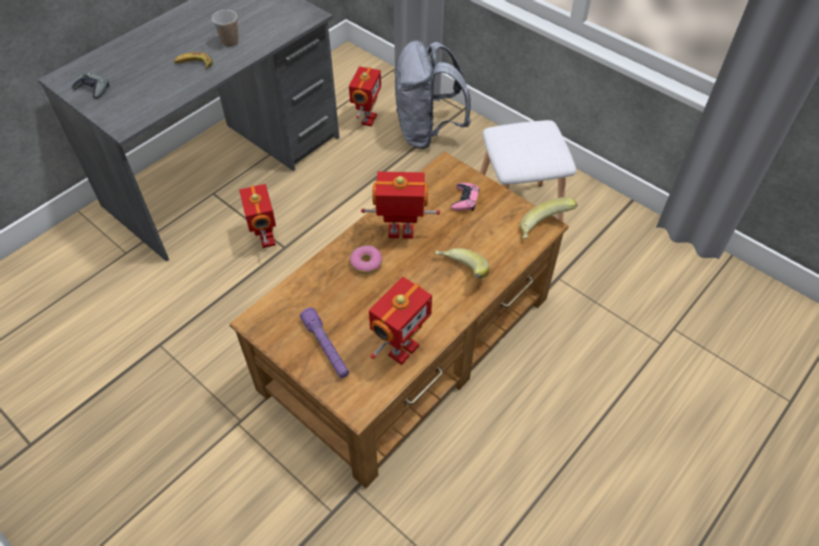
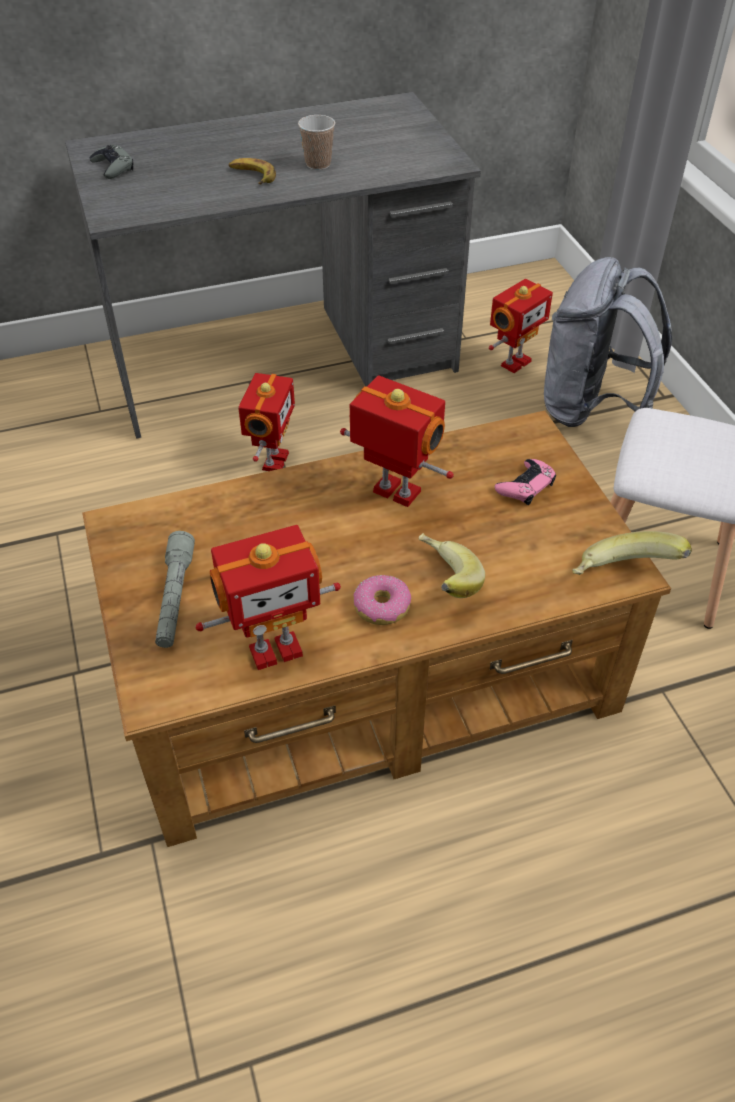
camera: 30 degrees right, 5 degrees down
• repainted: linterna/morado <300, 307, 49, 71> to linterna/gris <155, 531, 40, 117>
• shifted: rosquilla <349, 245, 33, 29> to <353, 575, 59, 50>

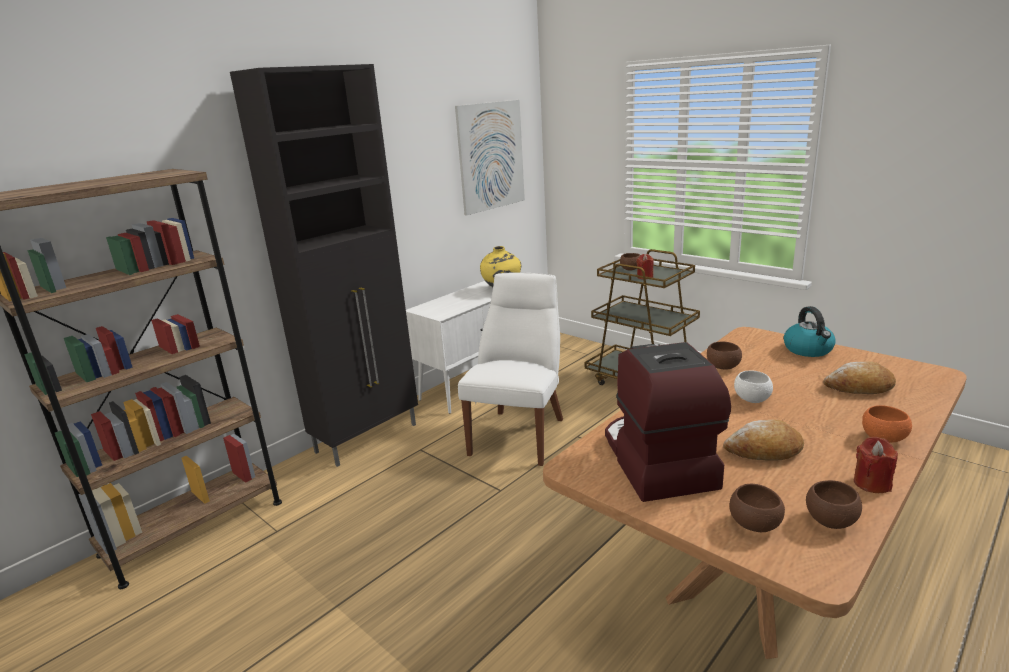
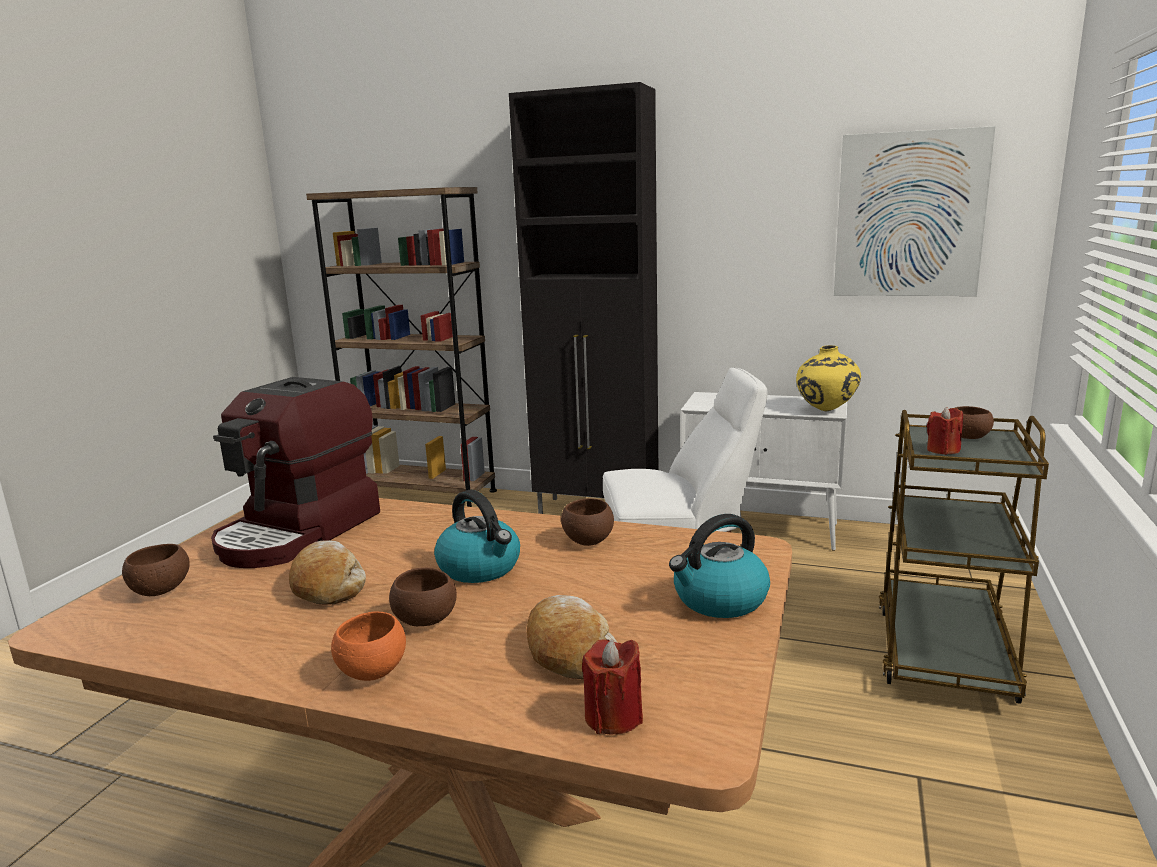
camera: 65 degrees right, 5 degrees down
• rotated: cafetera <605, 342, 126, 160> = <211, 377, 169, 191> 150 degrees clockwise
• swapped: cuenco/blanco <734, 371, 39, 32> to hervidor <434, 490, 86, 93>
• shifted: cuenco/marrón <806, 480, 56, 49> to <389, 568, 68, 58>
• shifted: vela/rojo <854, 437, 44, 56> to <582, 639, 61, 96>

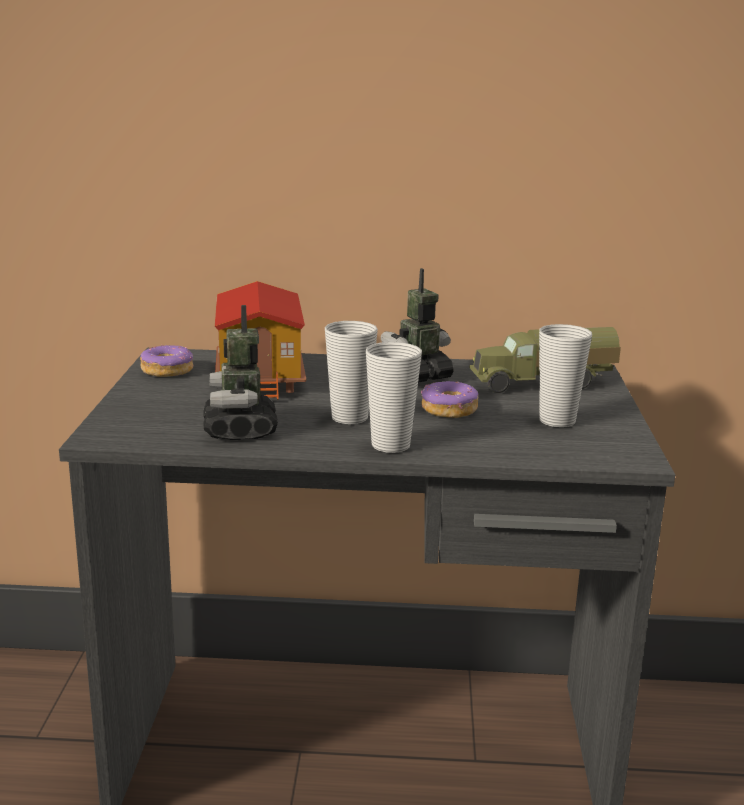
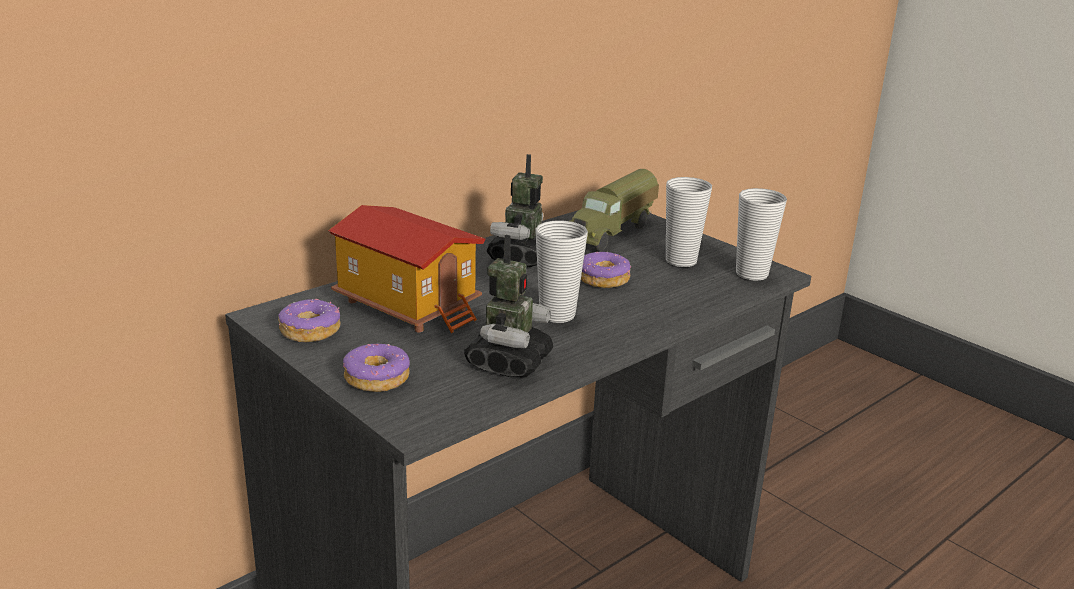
camera: 45 degrees left, 5 degrees up
• rotated: robot de juguete <203, 305, 75, 135> = <464, 235, 89, 143> 105 degrees counterclockwise
• shifted: taza <366, 342, 56, 111> to <736, 188, 51, 93>
• new: rosquilla <343, 344, 67, 48>

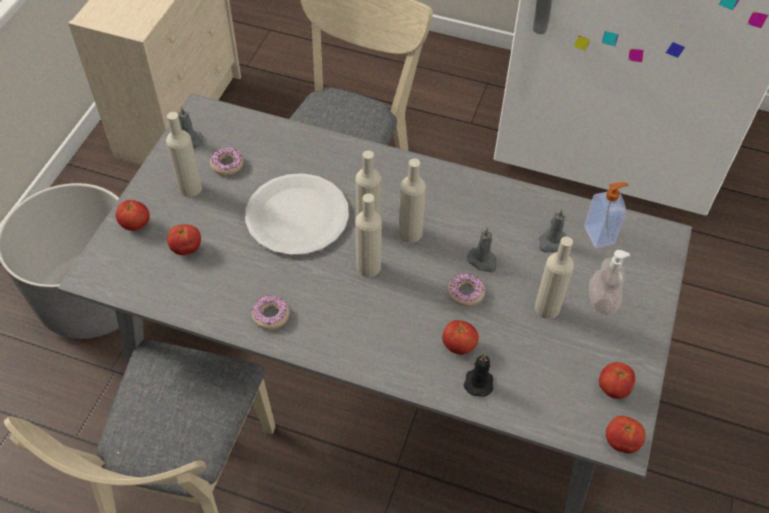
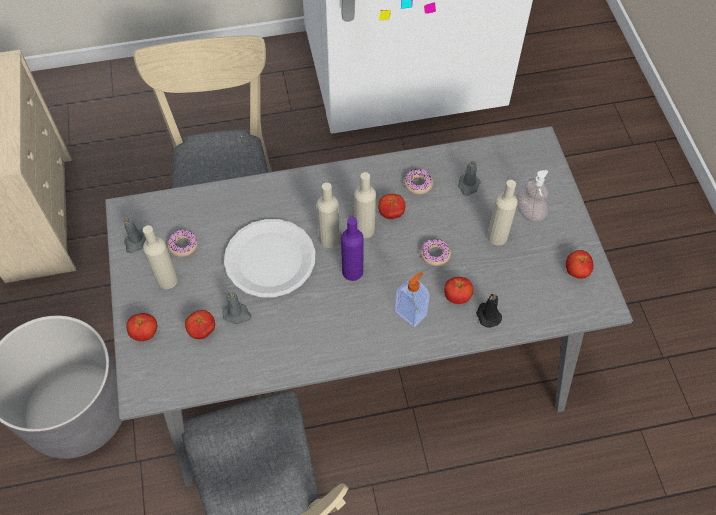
camera: 30 degrees left, 5 degrees up
• shifted: rosquilla <252, 295, 38, 35> to <404, 169, 29, 26>
• repainted: botella/beis <355, 193, 27, 84> to botella/morado <341, 217, 23, 64>
• shifted: vela/gris <467, 228, 29, 44> to <222, 291, 29, 33>
• shifted: dispensador de jabón <584, 182, 45, 66> to <394, 272, 36, 55>
• shifted: tomate <606, 416, 39, 37> to <378, 194, 28, 25>

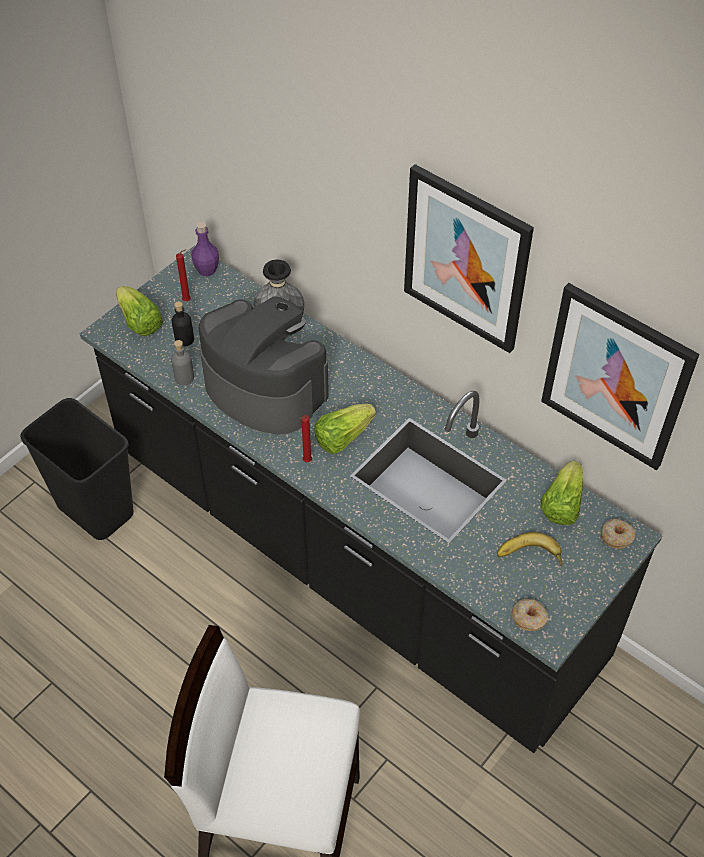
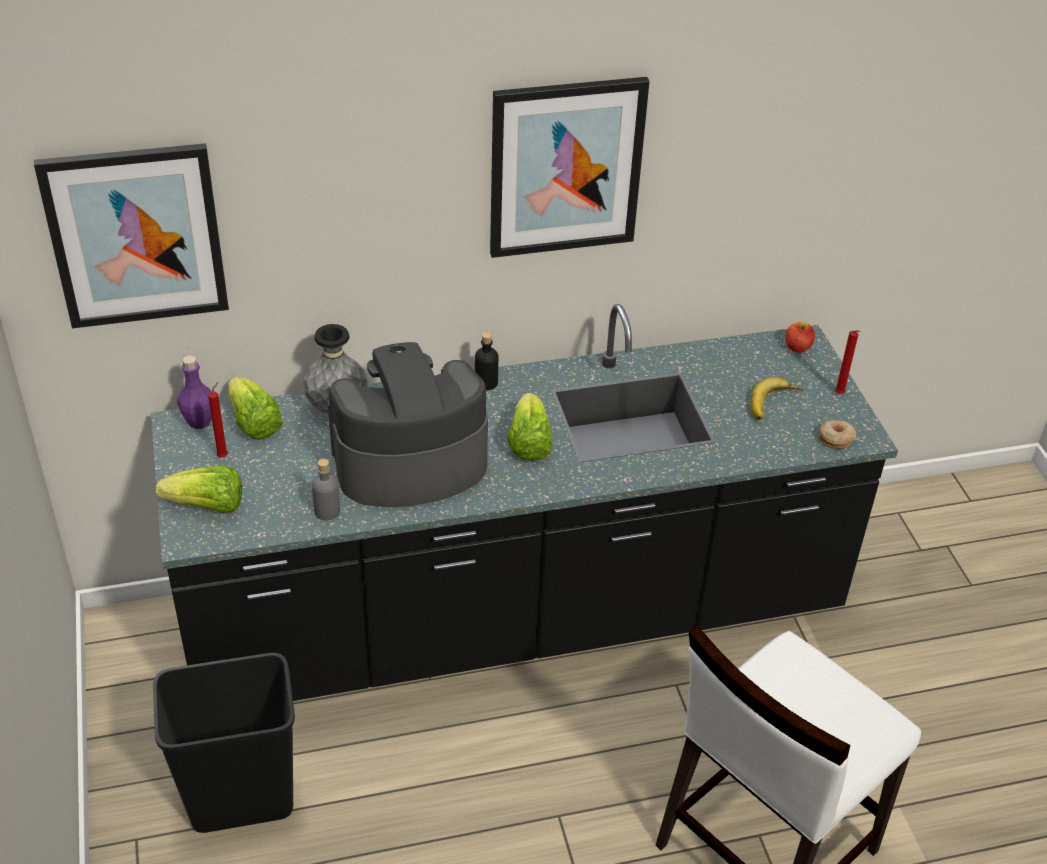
camera: 55 degrees left, 10 degrees down
• shifted: botella/negro <172, 301, 22, 46> to <475, 332, 23, 58>
• shifted: vela/rojo <300, 415, 12, 47> to <835, 330, 25, 64>
• shifted: lechuga <540, 461, 43, 64> to <228, 377, 55, 63>
• shifted: cuadro <541, 283, 158, 187> to <34, 143, 195, 185>
• swapped: rosquilla <601, 519, 35, 30> to manzana <785, 322, 30, 31>

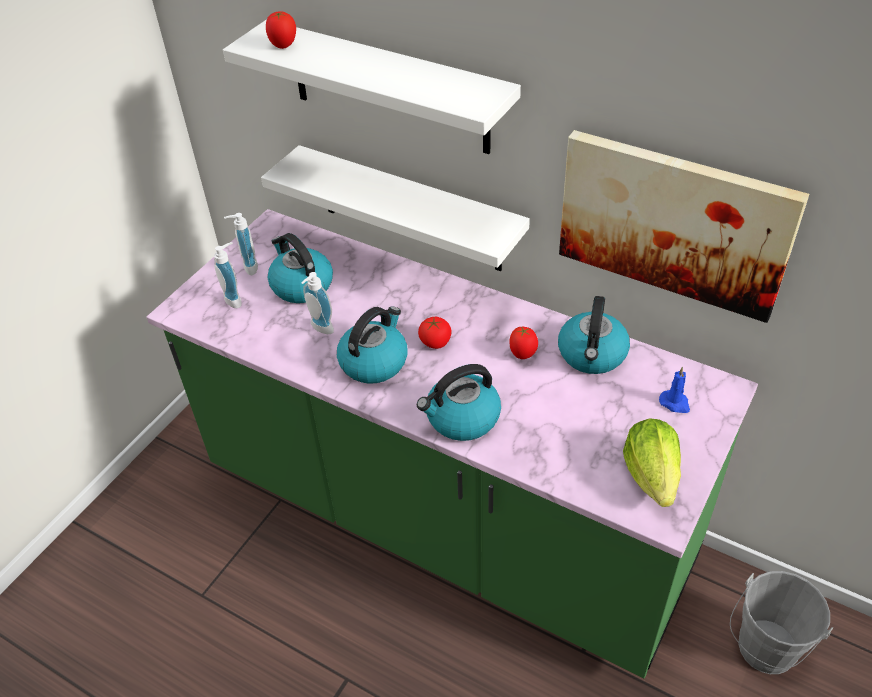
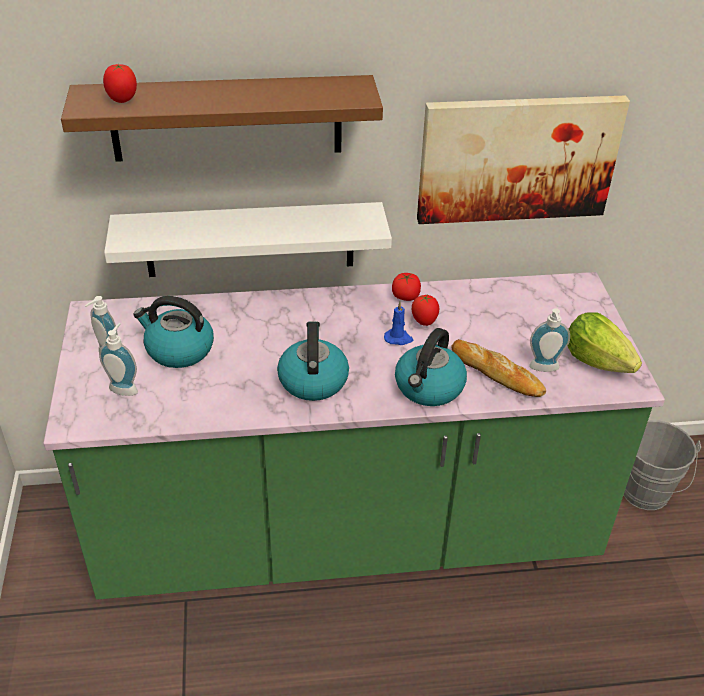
camera: 40 degrees left, 5 degrees down
• repainted: estante/blanco <223, 20, 298, 134> to estante/marrón <61, 75, 322, 87>
• shifted: dispensador de jabón <302, 272, 32, 62> to <529, 308, 41, 64>
• shifted: tomate <418, 317, 34, 32> to <392, 273, 29, 28>
• gone: hervidor <558, 296, 72, 78>
• shifted: vela/azul <659, 367, 31, 46> to <384, 302, 29, 43>
• new: pan <451, 339, 95, 58>

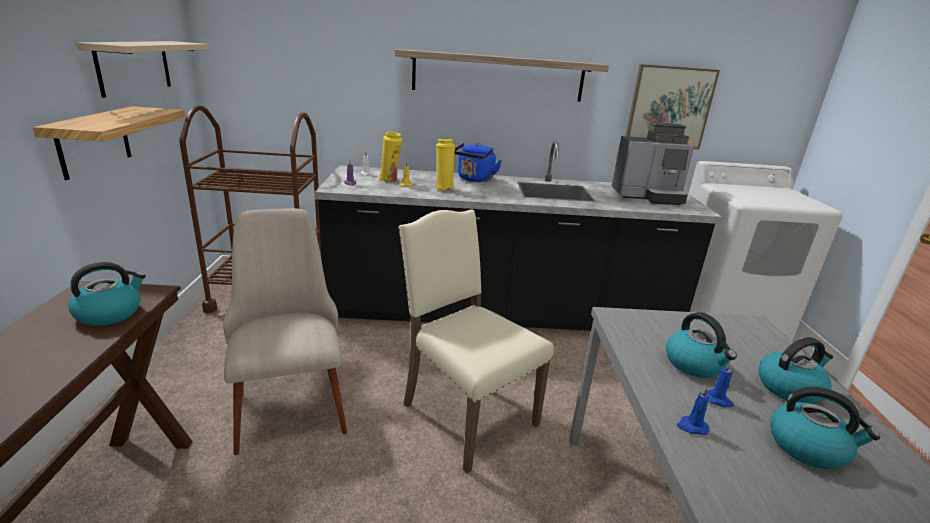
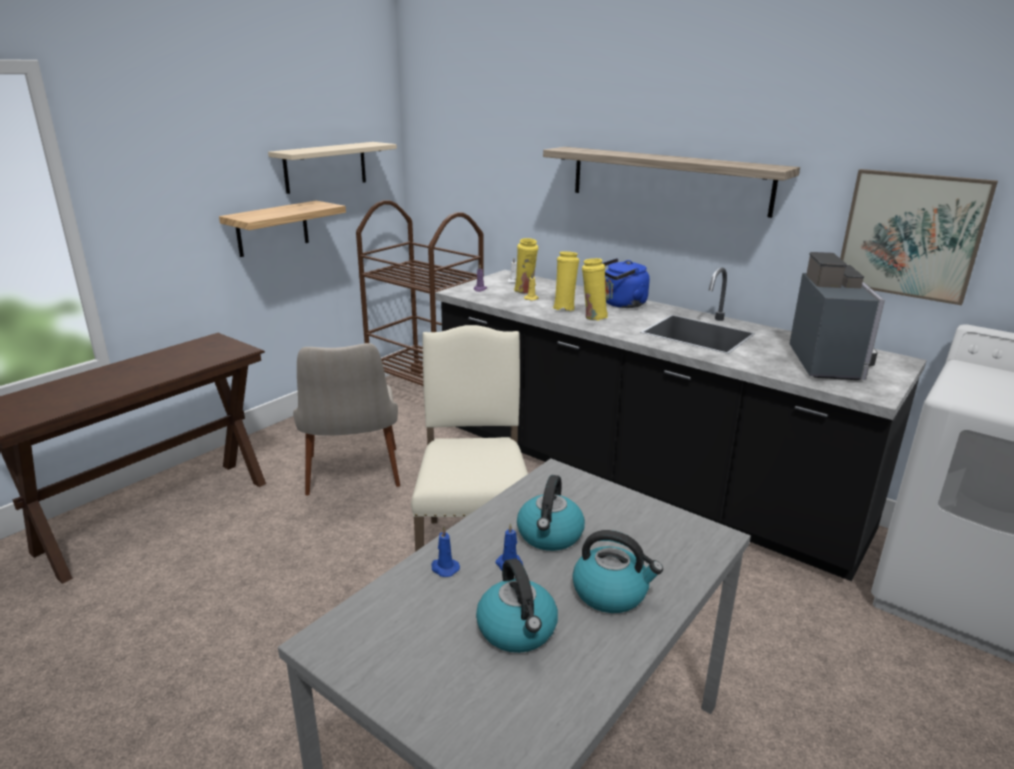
camera: 40 degrees right, 0 degrees up
• gone: hervidor <69, 262, 77, 64>
• rotated: silla/beis <223, 208, 124, 247> = <293, 343, 107, 153> 150 degrees clockwise
• rotated: cafetera <611, 122, 83, 83> = <789, 252, 96, 128> 120 degrees counterclockwise
• new: florero/amarillo <582, 258, 26, 63>

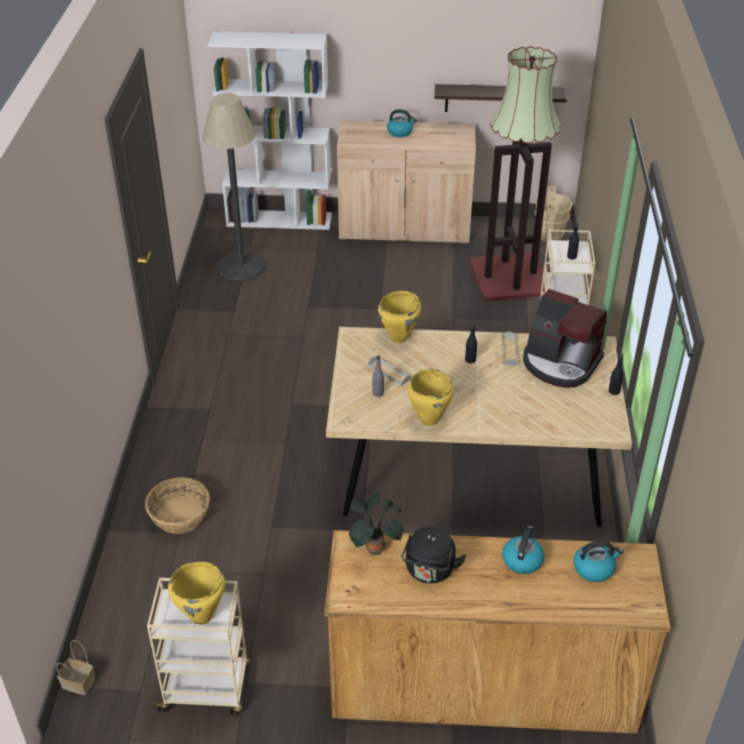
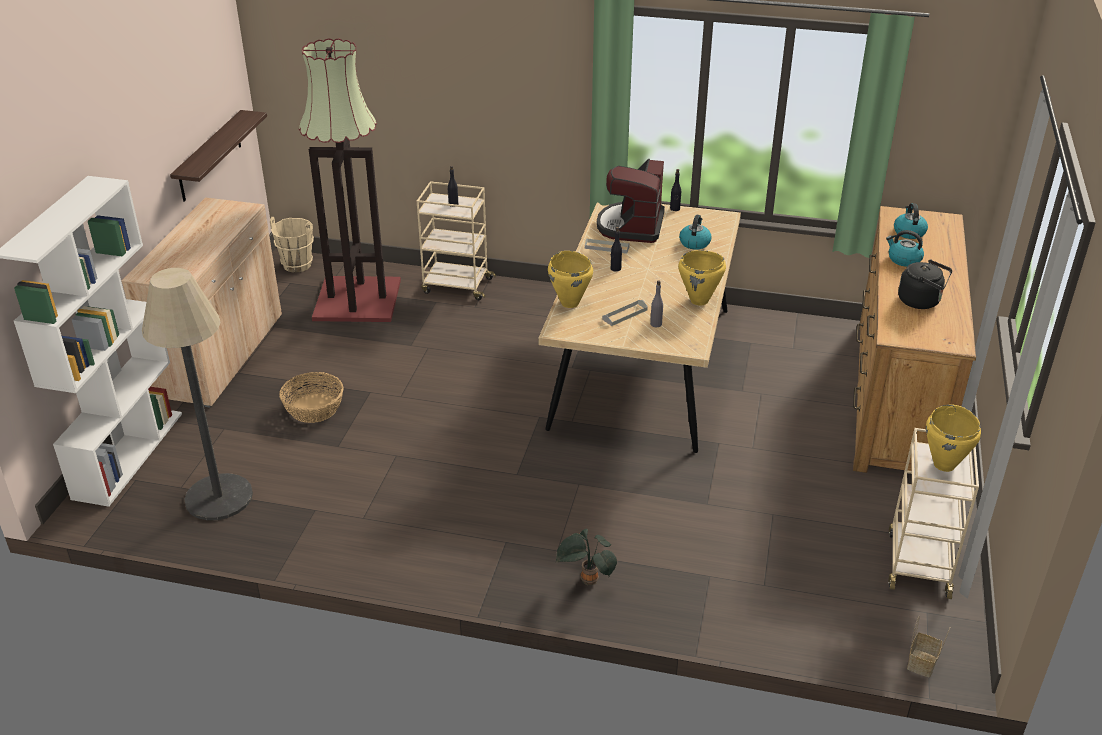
camera: 80 degrees left, 5 degrees down
• shifted: cesta <145, 477, 65, 57> to <279, 372, 65, 51>
• shifted: planta en maceta <349, 493, 54, 62> to <555, 529, 62, 56>
• shifted: hervidor <387, 109, 30, 28> to <679, 215, 32, 35>
• rotated: cafetera <523, 289, 84, 99> = <597, 159, 68, 84> 150 degrees clockwise

